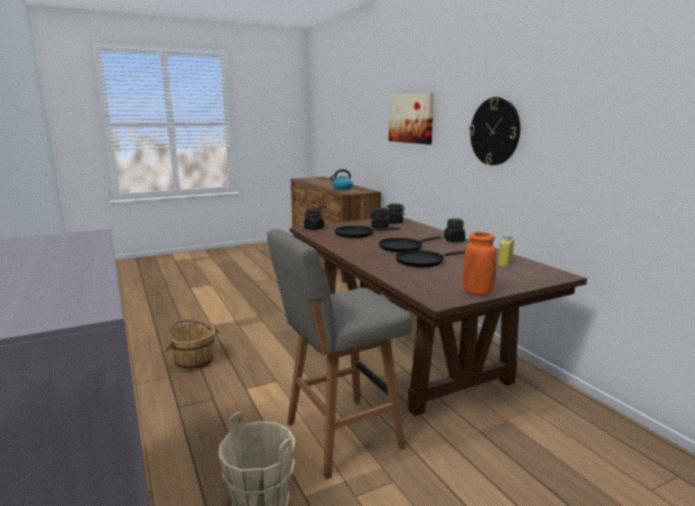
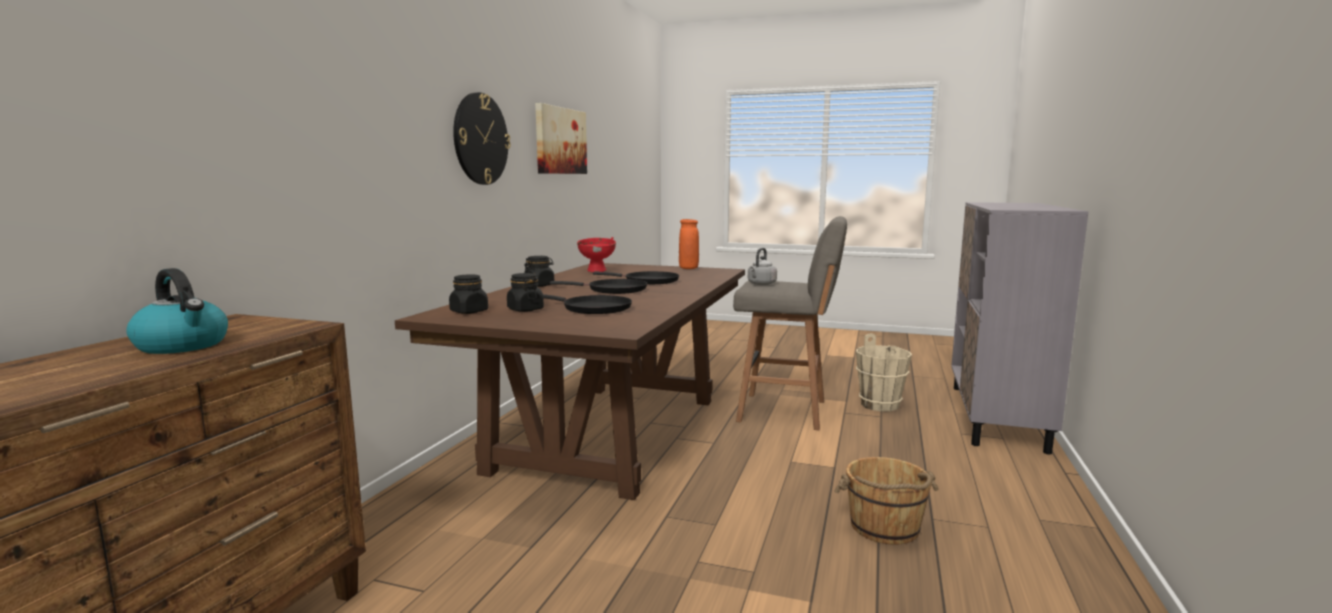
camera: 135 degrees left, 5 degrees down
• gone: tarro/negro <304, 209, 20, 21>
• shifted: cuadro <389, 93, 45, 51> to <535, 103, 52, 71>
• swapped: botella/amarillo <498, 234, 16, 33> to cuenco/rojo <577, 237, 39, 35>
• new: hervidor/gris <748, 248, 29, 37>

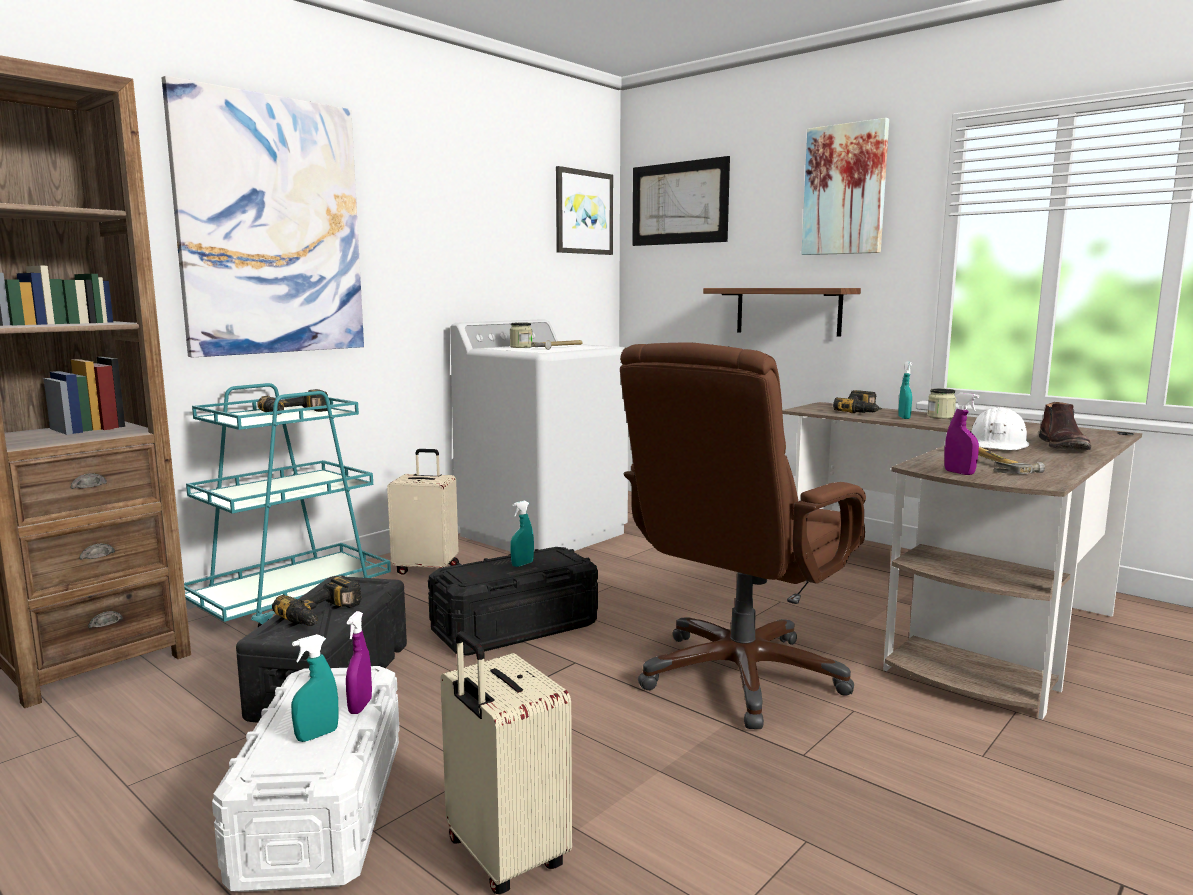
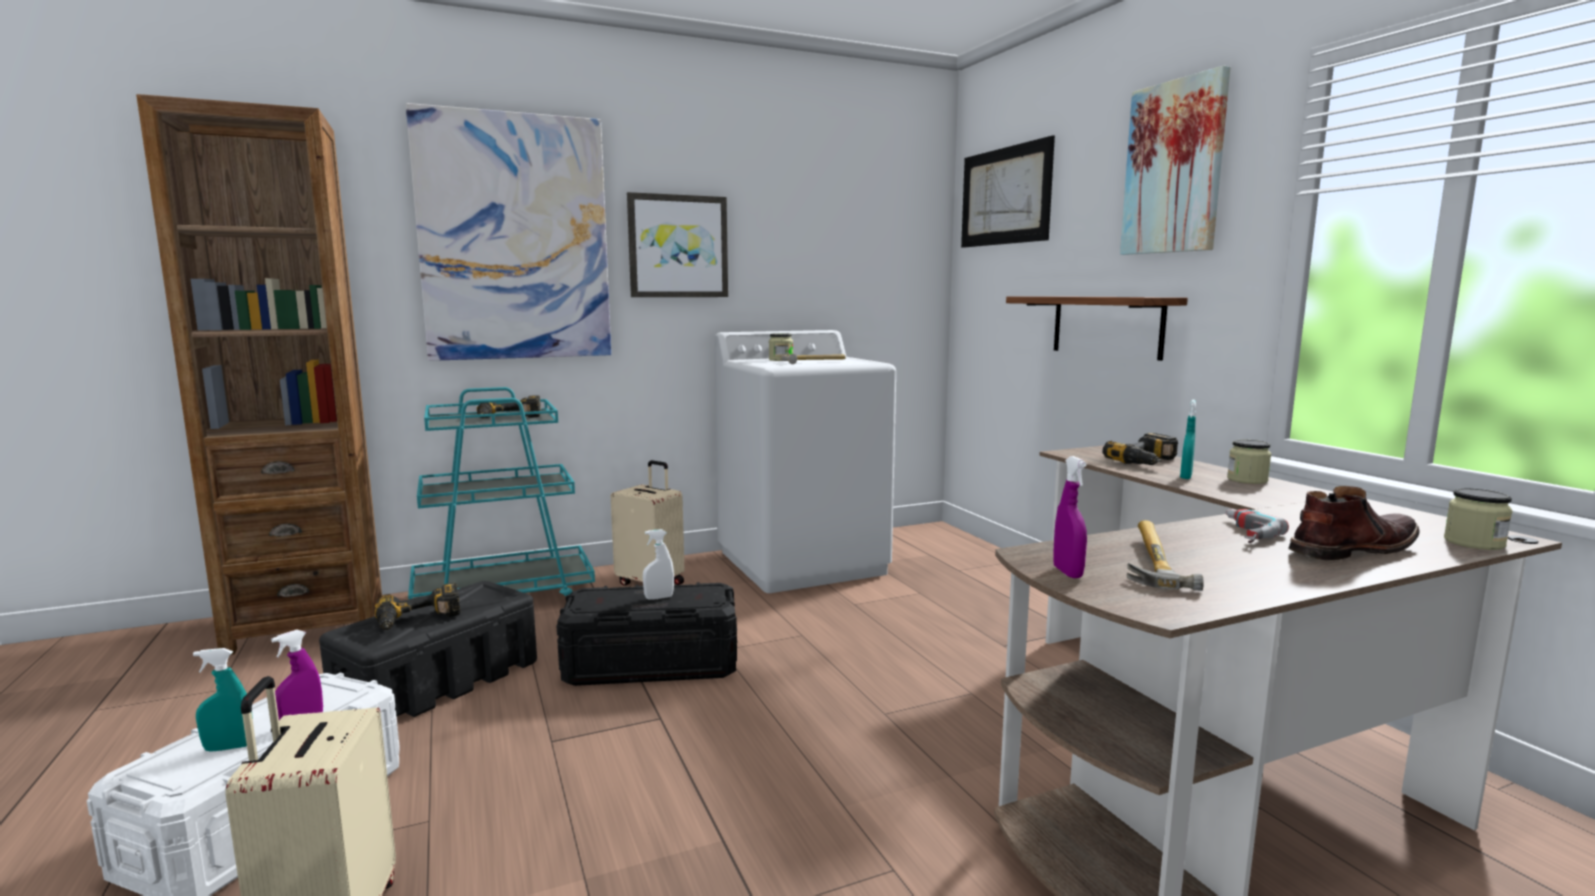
camera: 25 degrees right, 0 degrees up
• repainted: pulverizador/turquesa <510, 501, 24, 66> to pulverizador/blanco <643, 529, 31, 71>
• shifted: cuadro <556, 166, 57, 89> to <627, 192, 101, 105>
• gone: silla de oficina/marrón <620, 342, 246, 387>
• swapped: casco/blanco <971, 407, 58, 43> to taladro <1225, 509, 64, 34>
• rotated: bota/marrón <1039, 402, 52, 48> = <1288, 486, 132, 74> 150 degrees counterclockwise
• new: tarro <1444, 488, 68, 62>

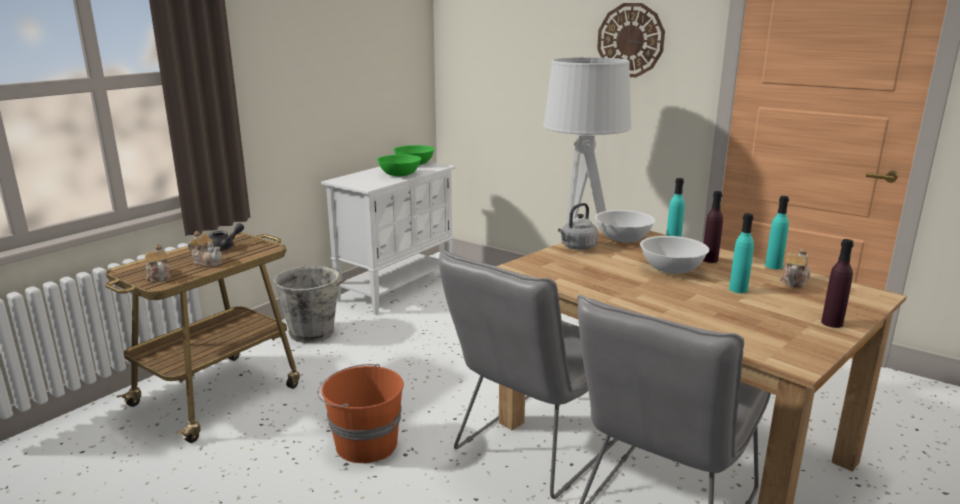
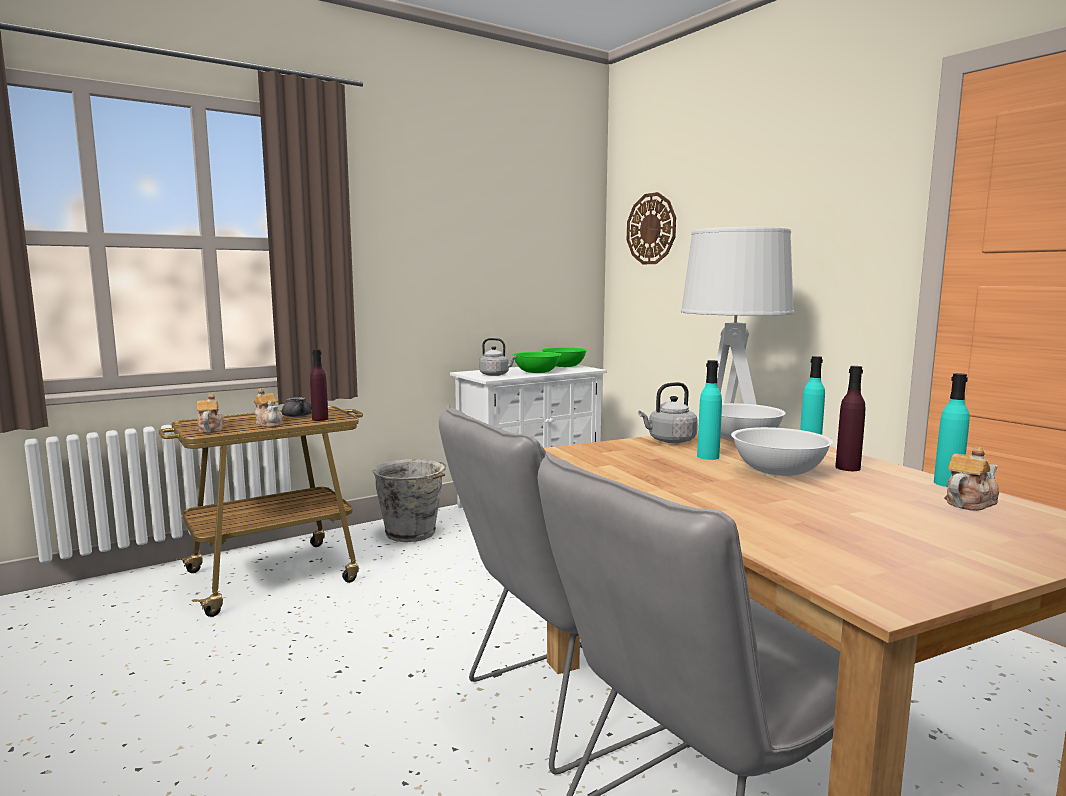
camera: 20 degrees right, 10 degrees down
• gone: cubo/naranja <318, 364, 86, 99>
• shifted: reloj de pared <597, 3, 68, 74> to <627, 192, 49, 72>
• shifted: botella/turquesa <729, 213, 25, 80> to <697, 360, 25, 100>
• shifted: botella/morado <821, 239, 33, 89> to <310, 350, 18, 71>
• new: hervidor/gris <479, 338, 38, 38>

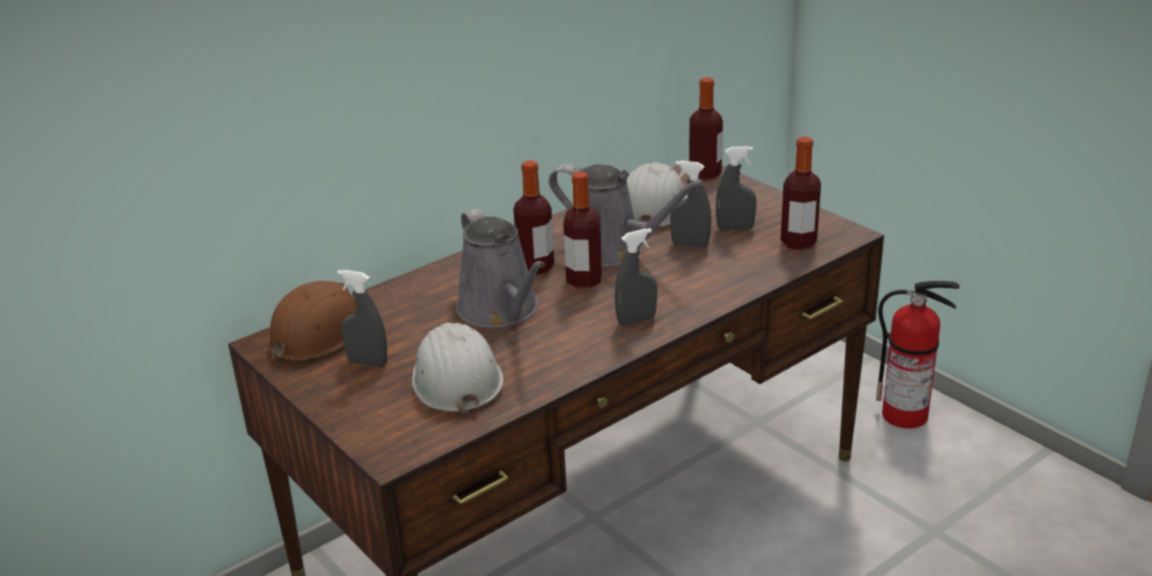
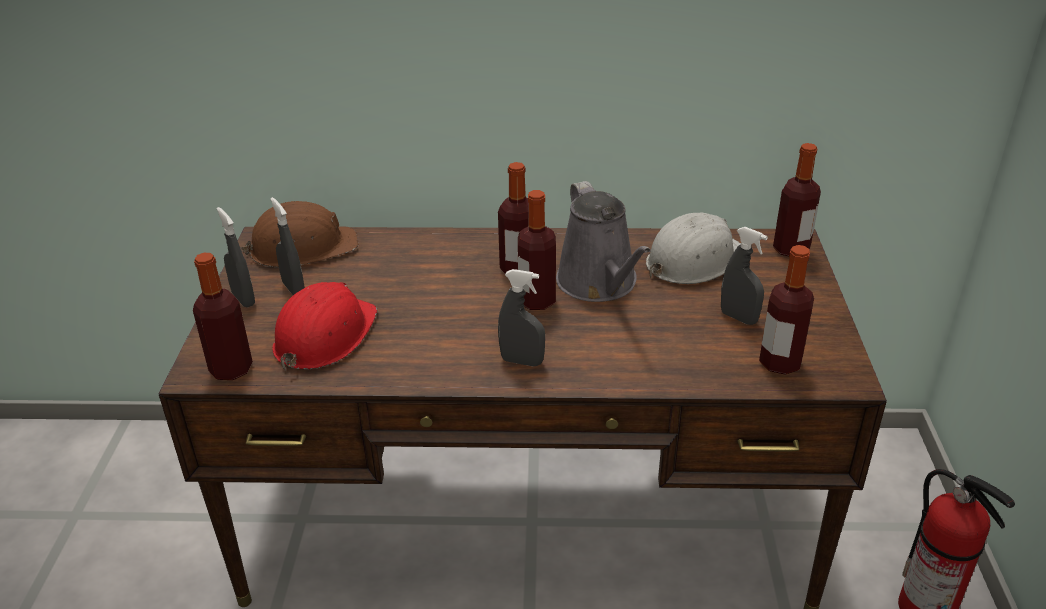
camera: 40 degrees right, 5 degrees up
• repainted: casco/blanco <412, 323, 92, 93> to casco/rojo <272, 282, 106, 90>
• gone: regadera/gris <456, 209, 89, 119>
• shifted: pulverizador/gris <670, 161, 41, 87> to <217, 207, 38, 100>
• new: botella <193, 253, 60, 127>

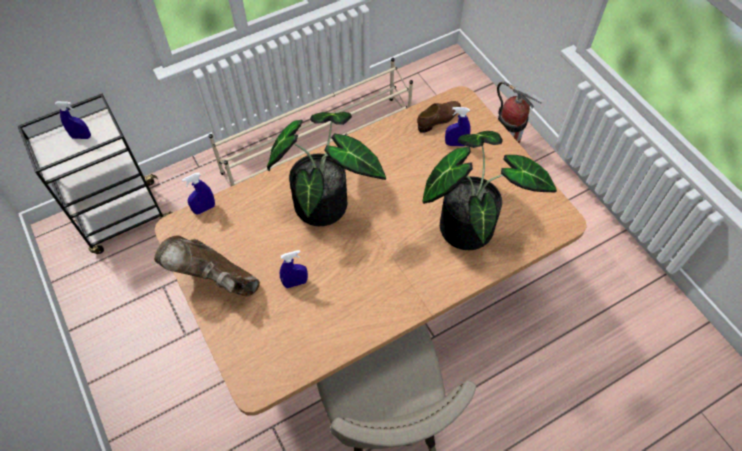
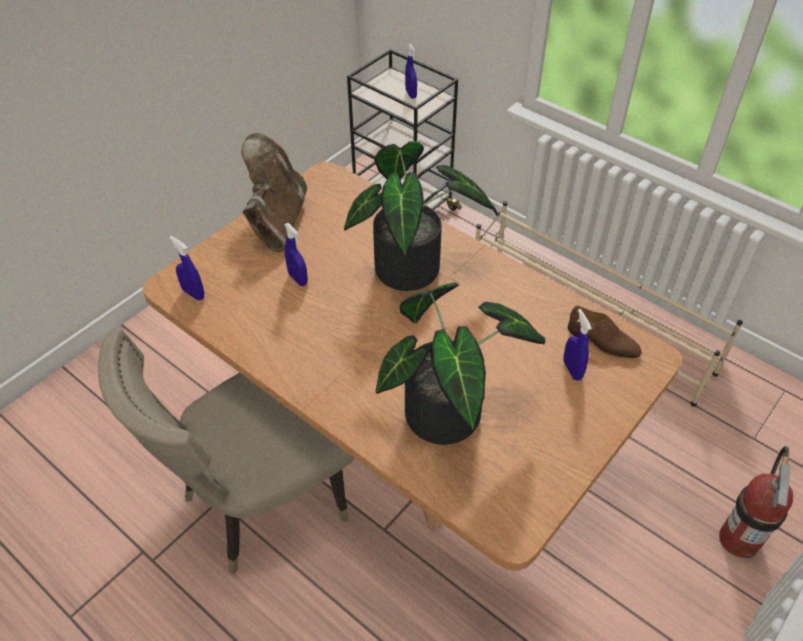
camera: 70 degrees right, 10 degrees down
• shifted: pulverizador/azul <182, 173, 33, 42> to <169, 236, 35, 64>

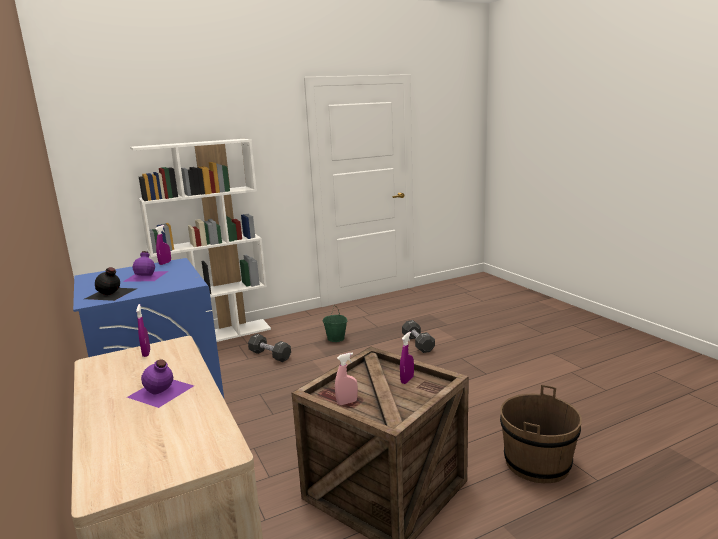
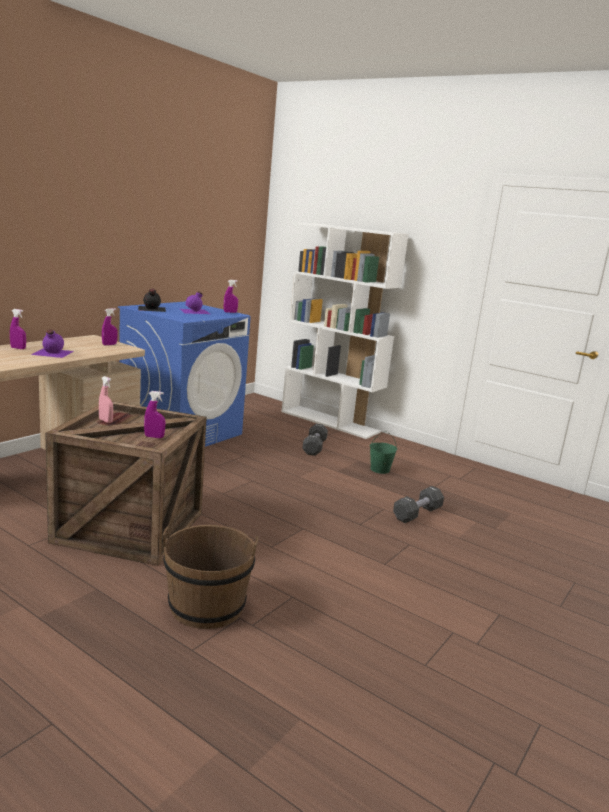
camera: 60 degrees right, 0 degrees up
• new: pulverizador/morado <10, 309, 16, 40>

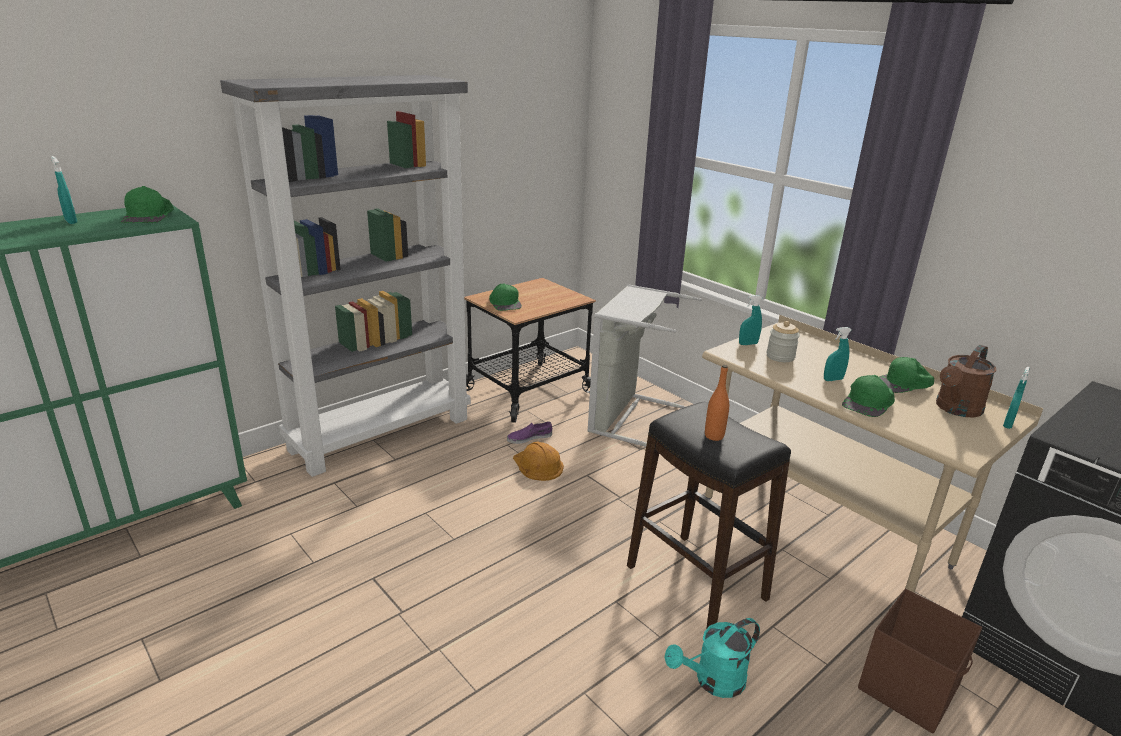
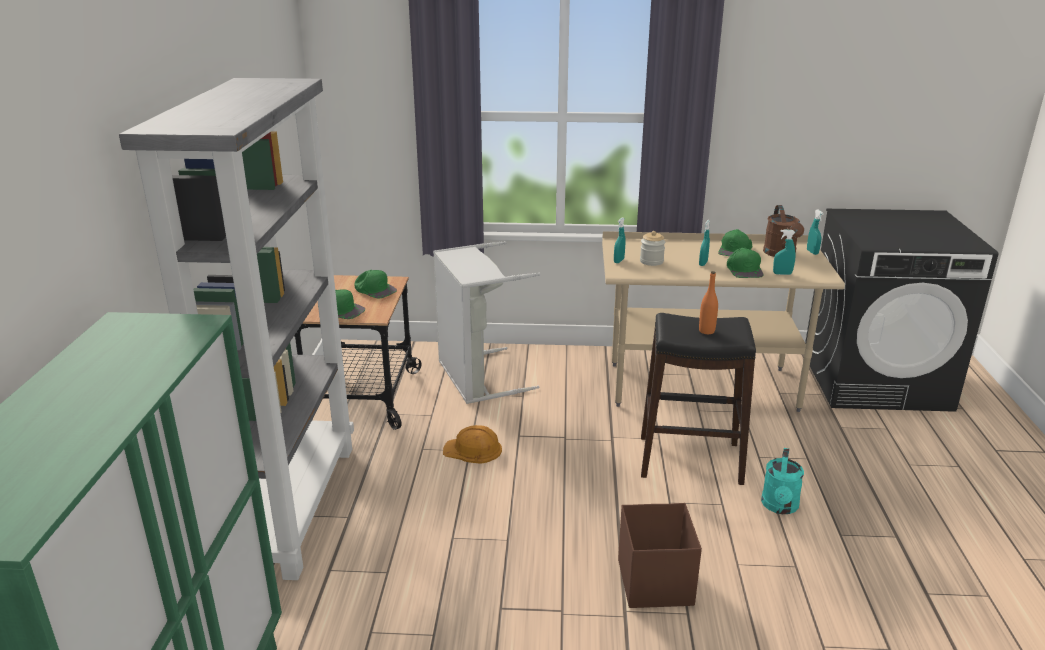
camera: 45 degrees left, 0 degrees up
• shifted: pulverizador/turquesa <51, 156, 26, 68> to <773, 230, 23, 45>
• shifted: gorra/verde <121, 186, 53, 37> to <355, 270, 42, 29>
• gone: zapato/morado <507, 421, 45, 23>
• shifted: caja de almacenaje/marrón <858, 589, 125, 144> to <618, 503, 84, 105>

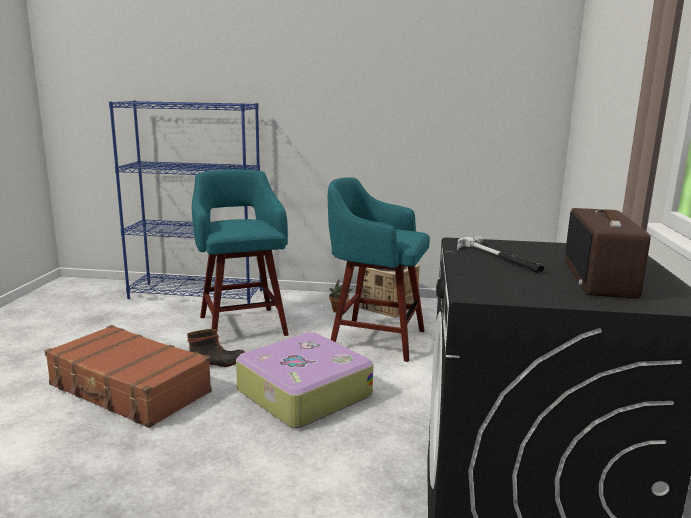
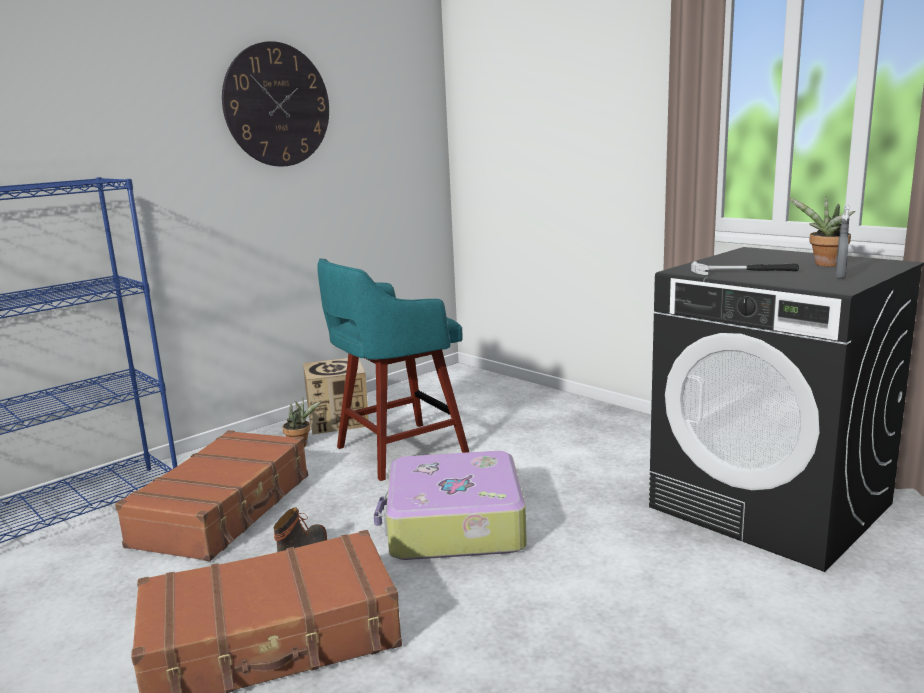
camera: 50 degrees left, 0 degrees up
• swapped: taburete/turquesa <192, 169, 97, 167> to maleta/marrón <115, 430, 193, 132>
• swapped: radio <565, 208, 86, 90> to planta en maceta <788, 197, 67, 70>
• new: reloj de pared <222, 41, 107, 125>
• new: pulverizador/gris <835, 203, 15, 76>

